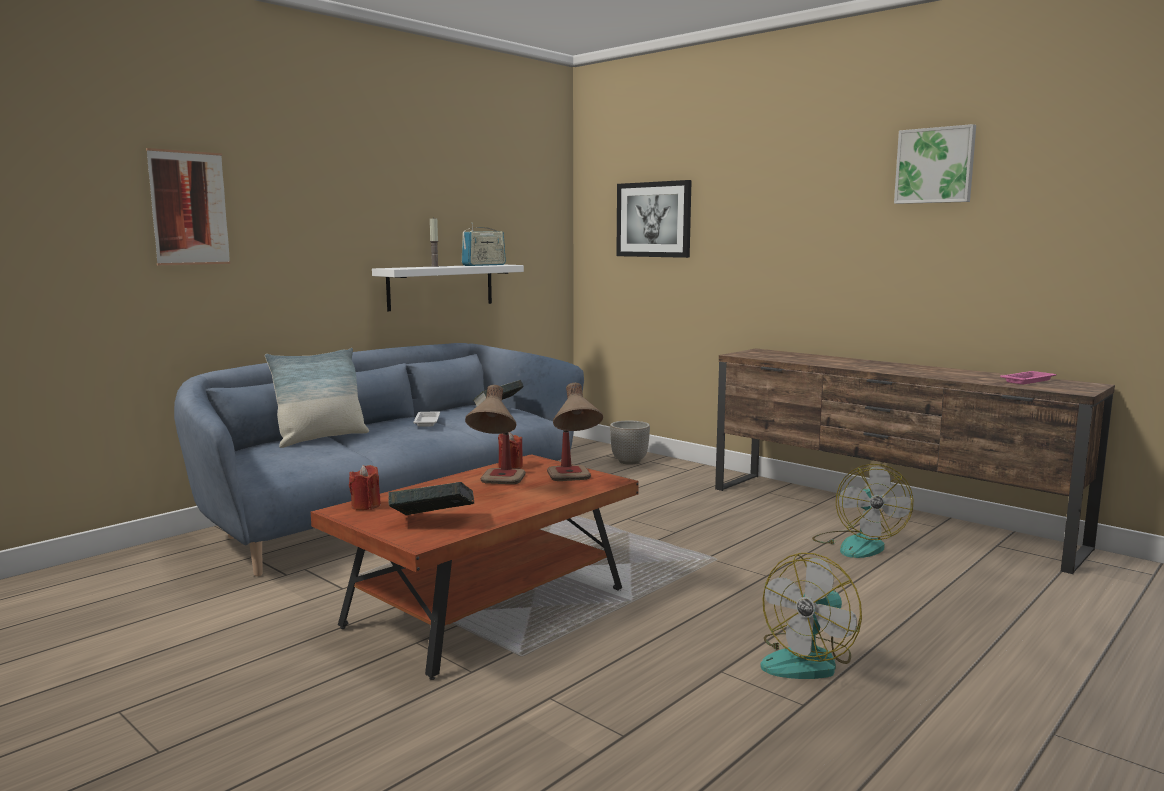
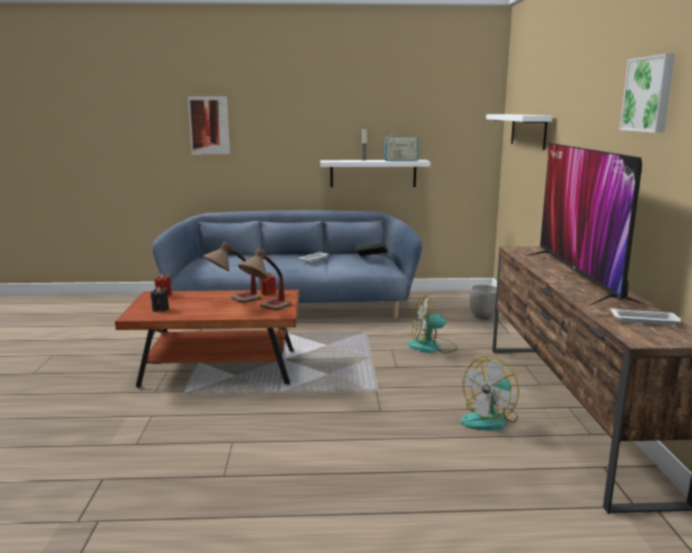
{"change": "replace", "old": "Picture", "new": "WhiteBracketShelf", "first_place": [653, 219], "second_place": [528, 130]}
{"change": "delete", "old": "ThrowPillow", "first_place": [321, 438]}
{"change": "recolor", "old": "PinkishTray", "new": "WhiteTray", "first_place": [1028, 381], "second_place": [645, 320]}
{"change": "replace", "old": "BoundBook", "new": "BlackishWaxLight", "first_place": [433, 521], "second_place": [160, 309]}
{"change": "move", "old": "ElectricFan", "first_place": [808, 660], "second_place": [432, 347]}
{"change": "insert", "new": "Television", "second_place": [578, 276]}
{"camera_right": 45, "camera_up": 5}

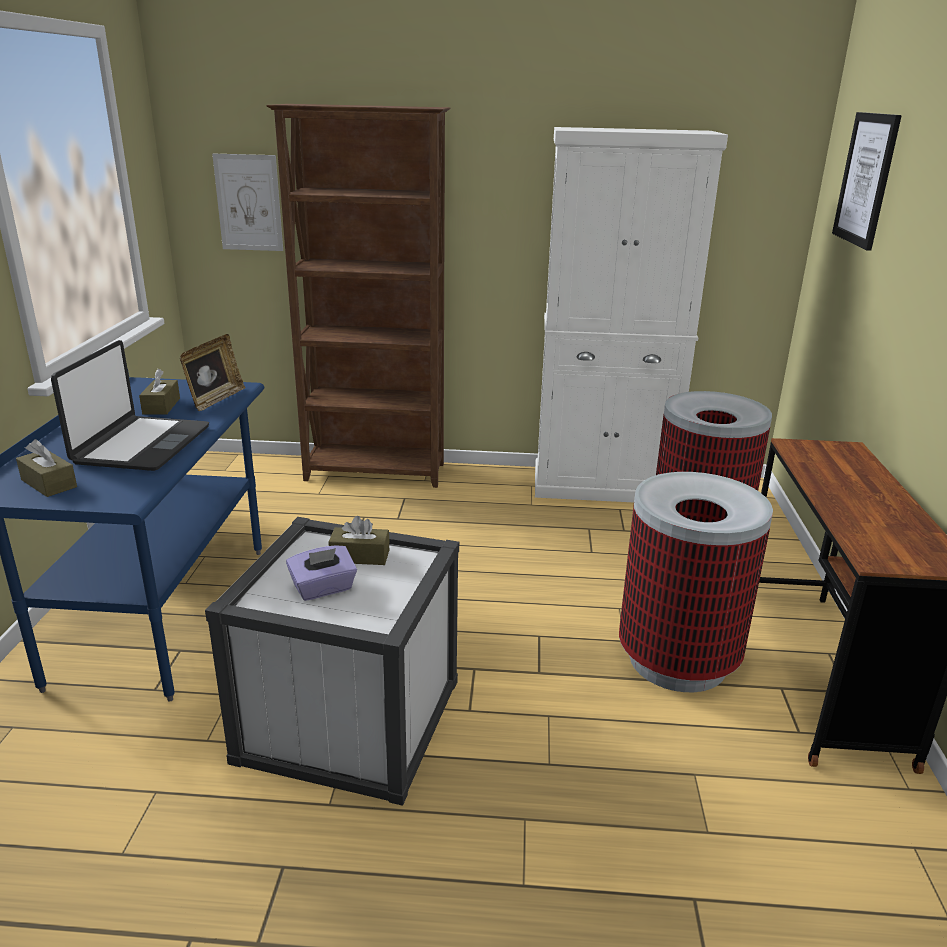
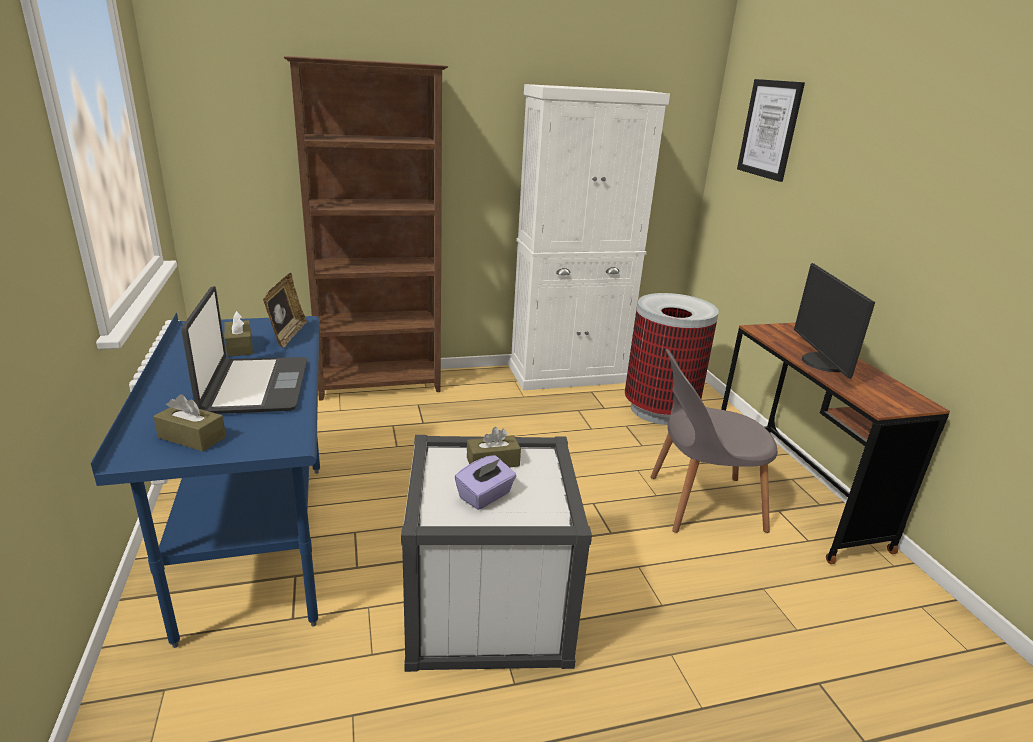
{"change": "delete", "old": "Picture", "first_place": [248, 203]}
{"change": "replace", "old": "WasteBin", "new": "GreyishPlainChair", "first_place": [677, 660], "second_place": [700, 503]}
{"change": "insert", "new": "Monitor", "second_place": [822, 363]}
{"camera_right": -20, "camera_up": 0}

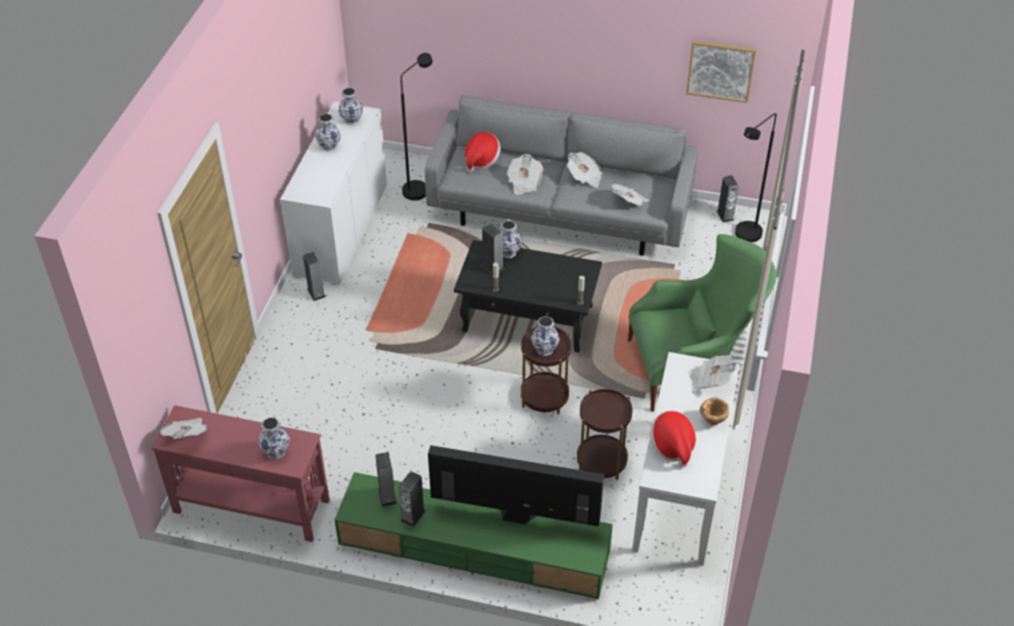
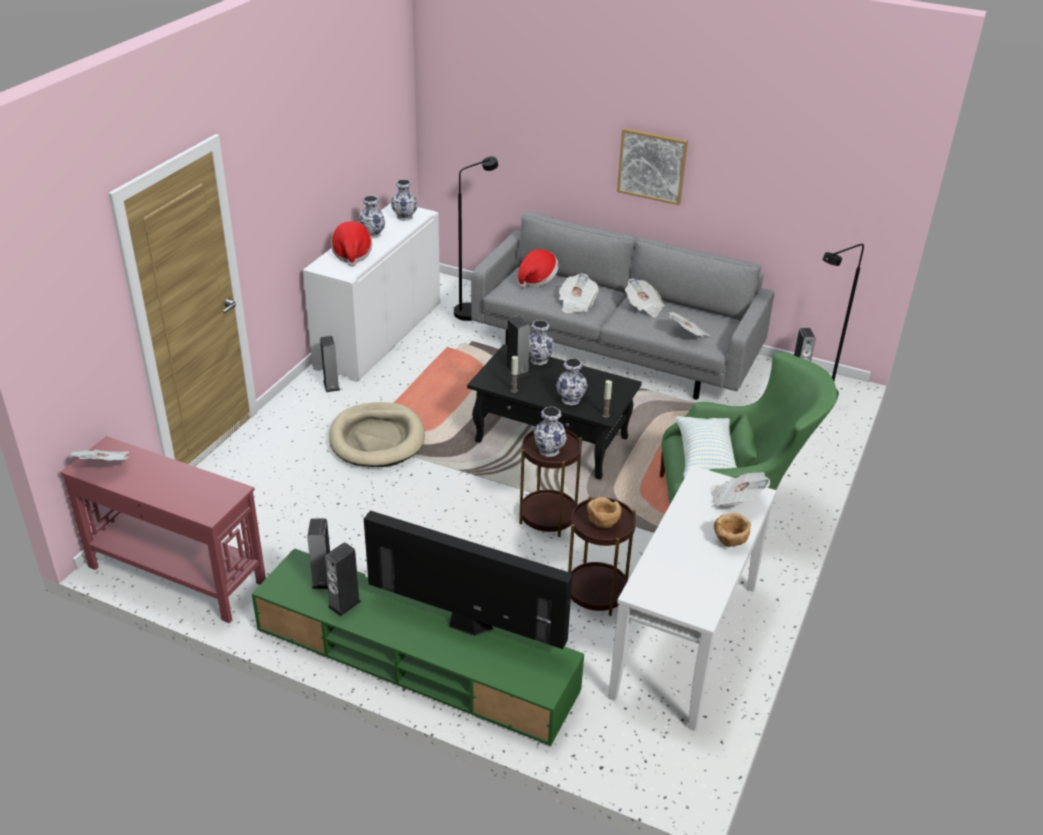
{"change": "move", "old": "Picture", "first_place": [720, 70], "second_place": [652, 166]}
{"change": "move", "old": "WearableHat", "first_place": [672, 446], "second_place": [352, 255]}
{"change": "move", "old": "DecorativeVase", "first_place": [276, 451], "second_place": [571, 399]}
{"change": "insert", "new": "BeigeDogBed", "second_place": [377, 439]}
{"change": "insert", "new": "ThrowPillow", "second_place": [705, 459]}
{"change": "insert", "new": "BrownDeepDish", "second_place": [602, 523]}
{"camera_right": 10, "camera_up": -10}

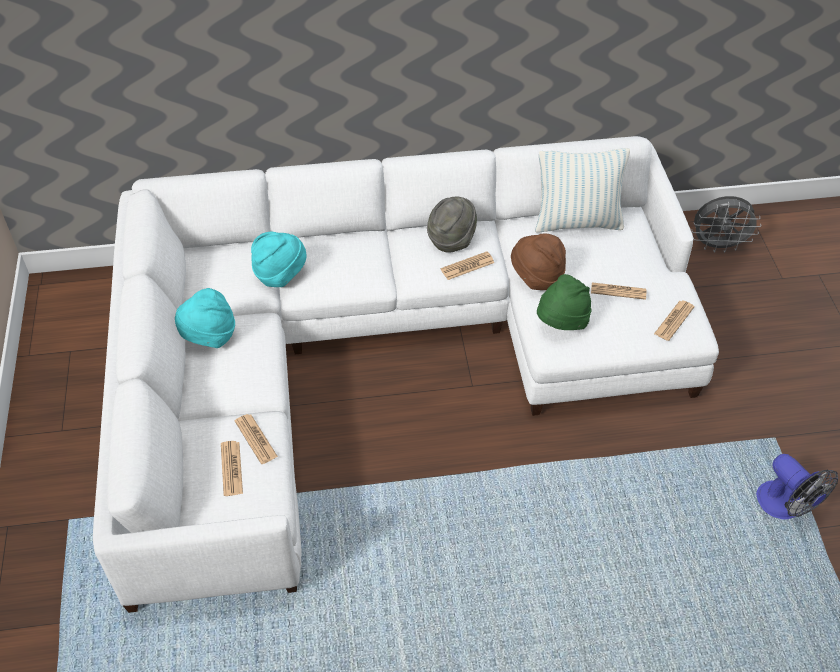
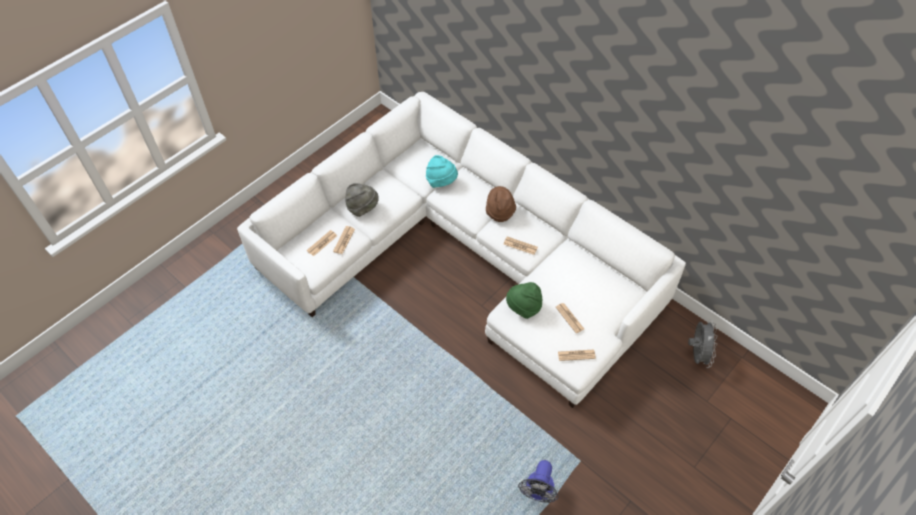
{"change": "delete", "old": "ThrowPillow", "first_place": [577, 222]}
{"change": "rotate", "old": "GreyishElectricFan", "first_place": [718, 246], "second_place": [697, 354], "degrees": -135}
{"change": "move", "old": "GreyishWearableHat", "first_place": [451, 239], "second_place": [362, 208]}
{"change": "move", "old": "BrownWearableHat", "first_place": [536, 277], "second_place": [499, 212]}
{"change": "delete", "old": "BlueGreenWearableHat", "first_place": [209, 336]}
{"camera_right": 50, "camera_up": 5}

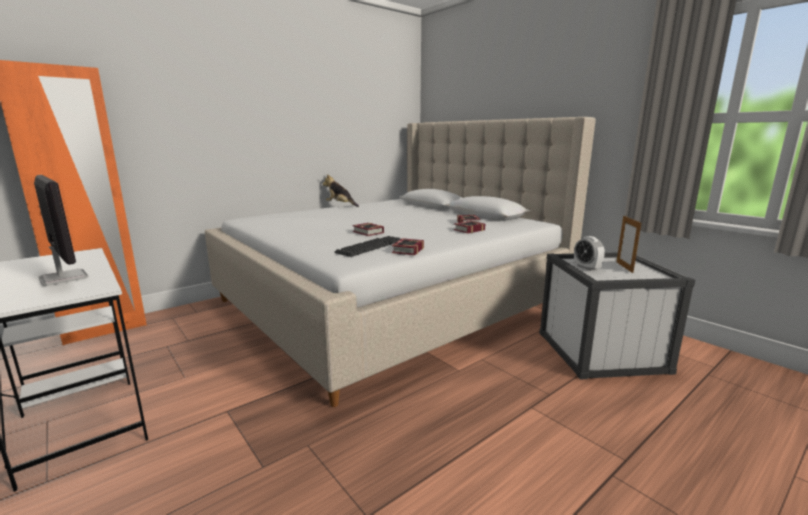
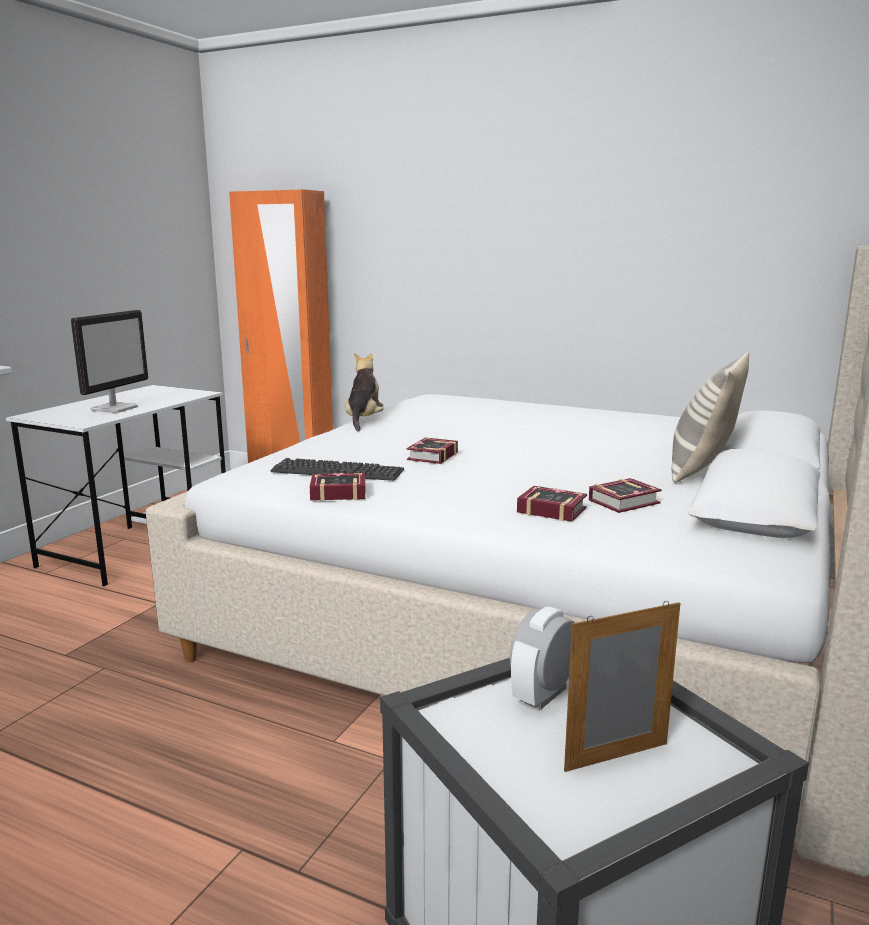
{"change": "move", "old": "CuddlyToy", "first_place": [340, 205], "second_place": [364, 420]}
{"change": "insert", "new": "ThrowPillow", "second_place": [702, 471]}
{"camera_right": 65, "camera_up": 0}

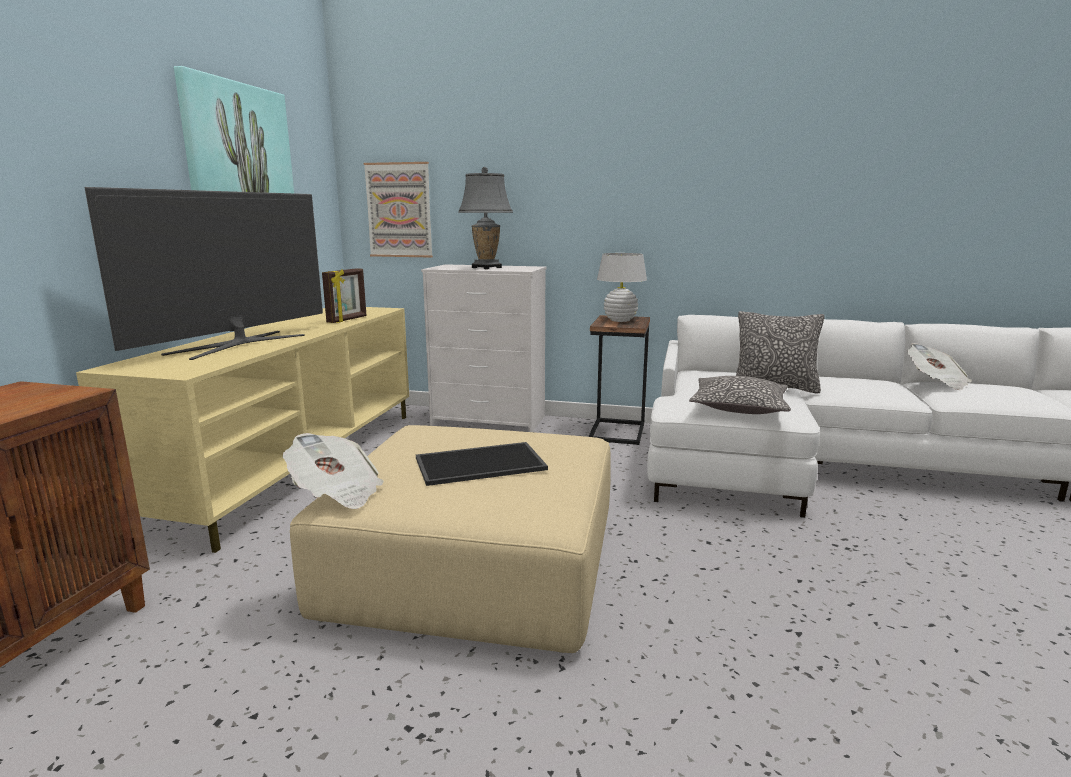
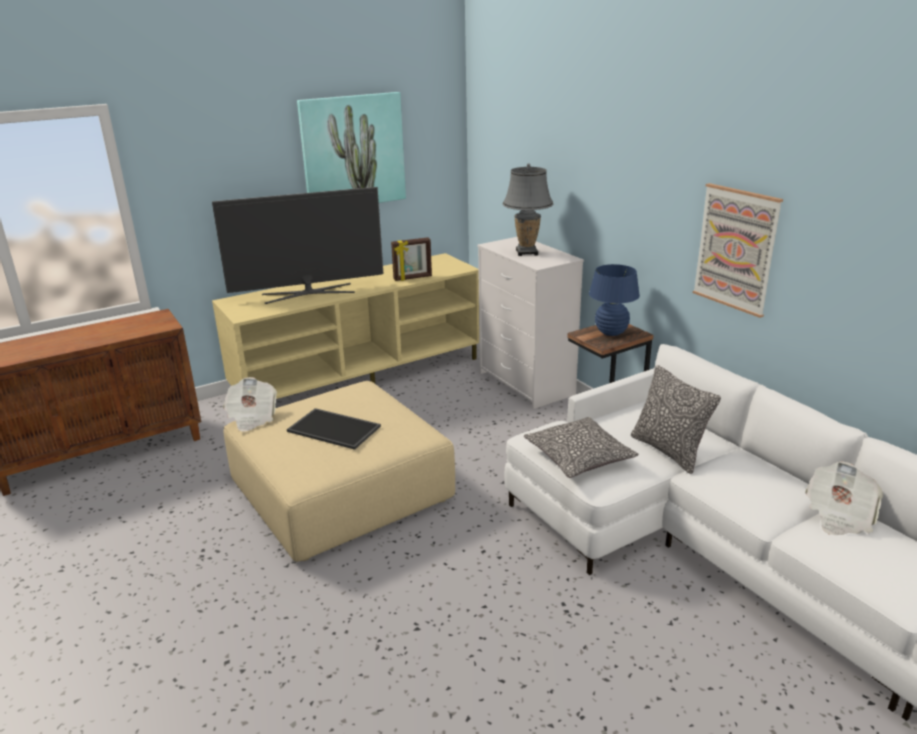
{"change": "move", "old": "Picture", "first_place": [399, 210], "second_place": [736, 249]}
{"change": "recolor", "old": "WhiteTableLamp", "new": "BlueColouredTableLamp", "first_place": [620, 320], "second_place": [611, 332]}
{"camera_right": 45, "camera_up": 10}

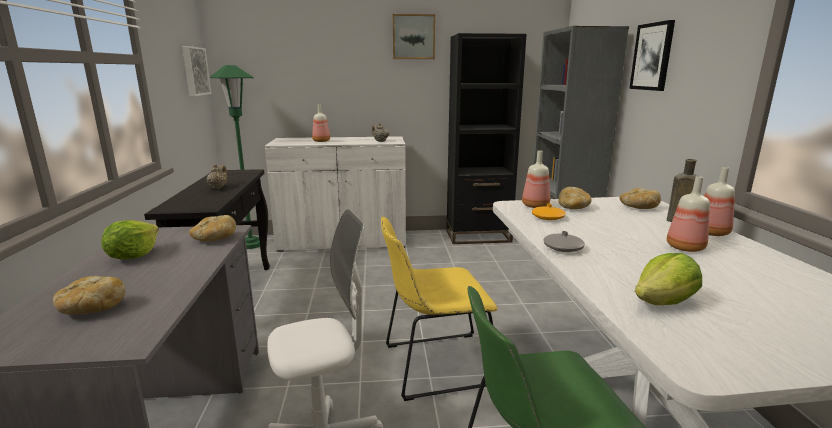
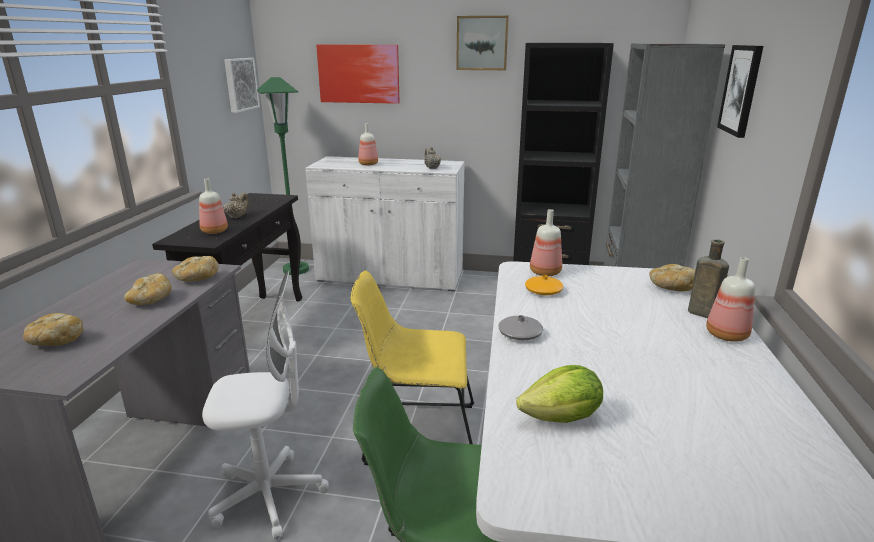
{"change": "move", "old": "Bottle", "first_place": [684, 248], "second_place": [213, 231]}
{"change": "move", "old": "Bread", "first_place": [573, 207], "second_place": [151, 301]}
{"change": "delete", "old": "LettuceHead", "first_place": [133, 256]}
{"change": "insert", "new": "Picture", "second_place": [359, 74]}
{"camera_right": 15, "camera_up": 5}

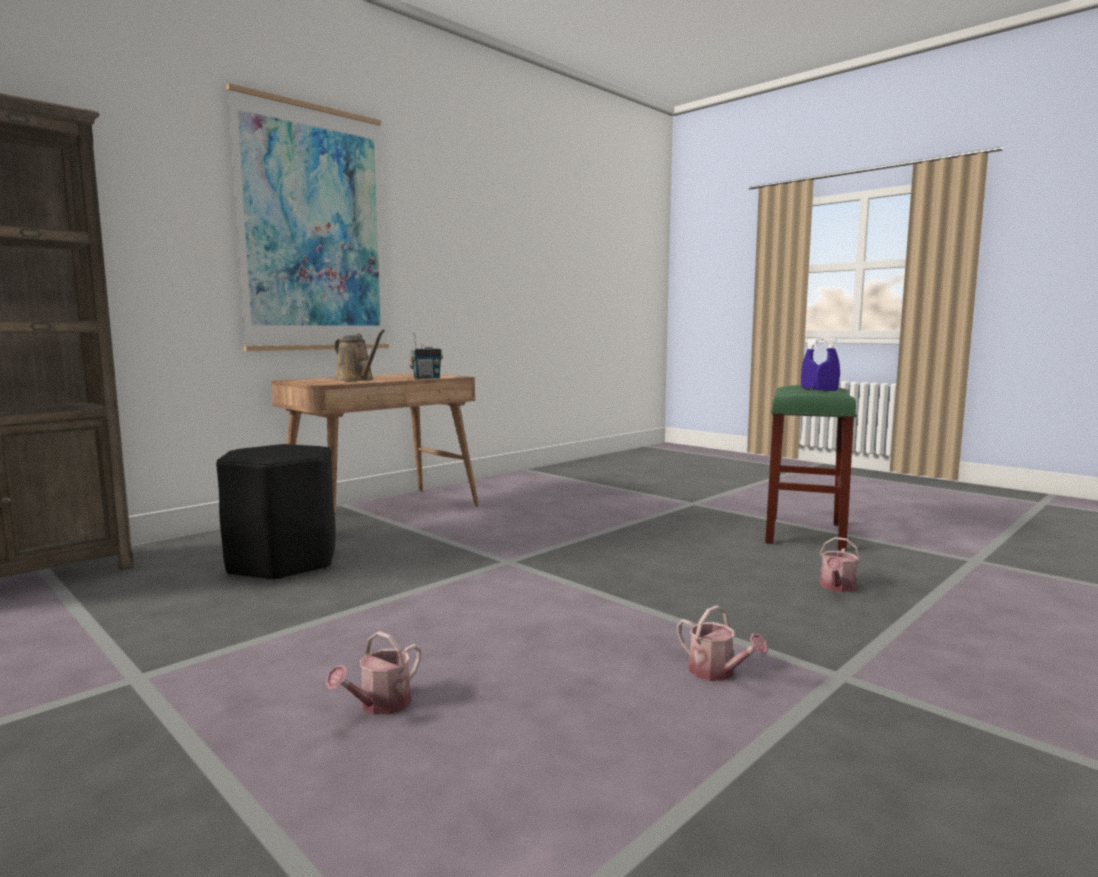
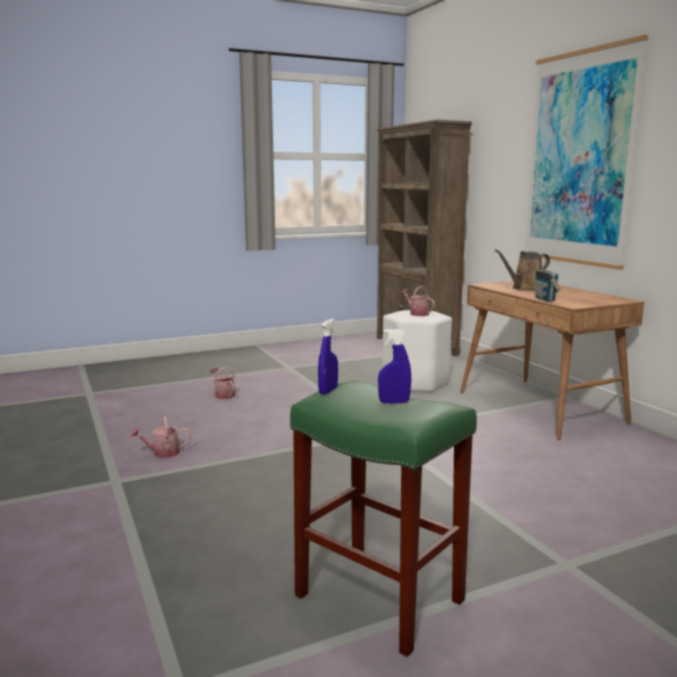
{"change": "recolor", "old": "BlackishSittingStool", "new": "WhiteSittingStool", "first_place": [282, 563], "second_place": [415, 382]}
{"change": "move", "old": "WateringPot", "first_place": [837, 587], "second_place": [417, 313]}
{"camera_right": 110, "camera_up": 5}

